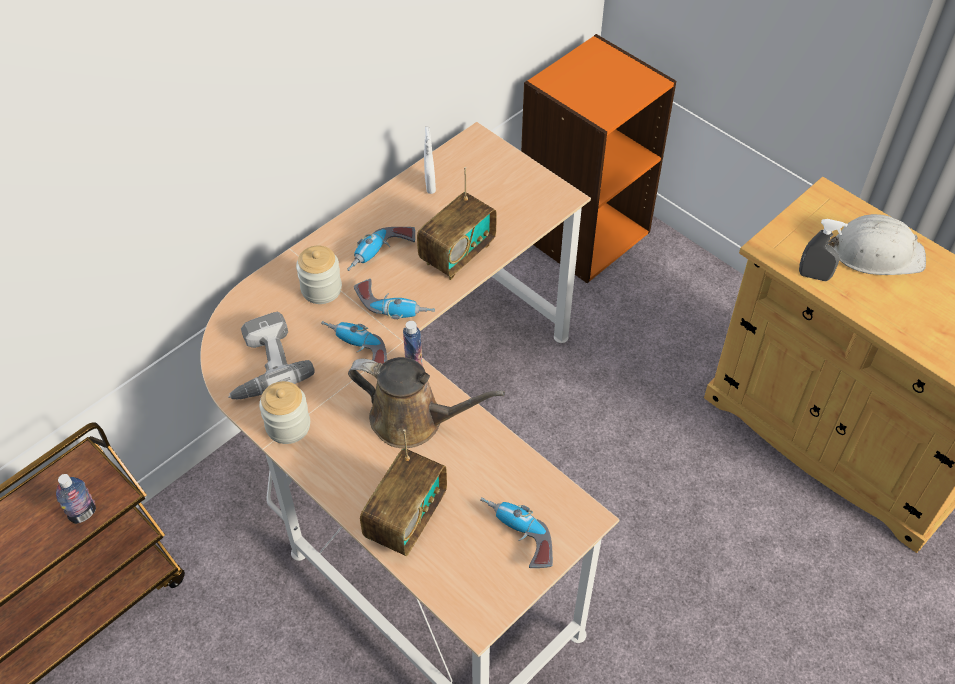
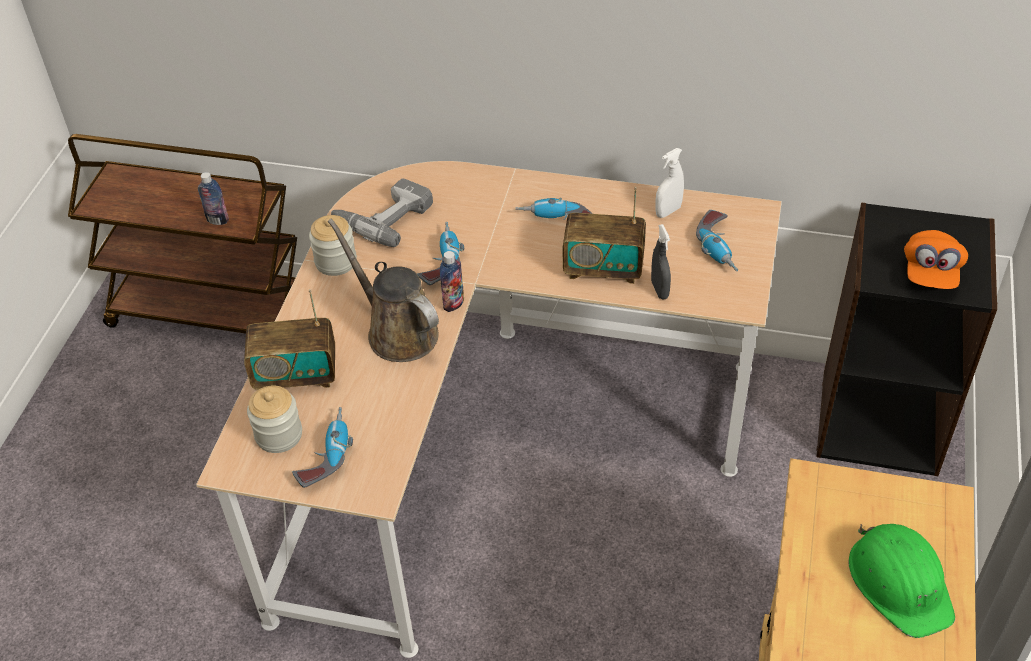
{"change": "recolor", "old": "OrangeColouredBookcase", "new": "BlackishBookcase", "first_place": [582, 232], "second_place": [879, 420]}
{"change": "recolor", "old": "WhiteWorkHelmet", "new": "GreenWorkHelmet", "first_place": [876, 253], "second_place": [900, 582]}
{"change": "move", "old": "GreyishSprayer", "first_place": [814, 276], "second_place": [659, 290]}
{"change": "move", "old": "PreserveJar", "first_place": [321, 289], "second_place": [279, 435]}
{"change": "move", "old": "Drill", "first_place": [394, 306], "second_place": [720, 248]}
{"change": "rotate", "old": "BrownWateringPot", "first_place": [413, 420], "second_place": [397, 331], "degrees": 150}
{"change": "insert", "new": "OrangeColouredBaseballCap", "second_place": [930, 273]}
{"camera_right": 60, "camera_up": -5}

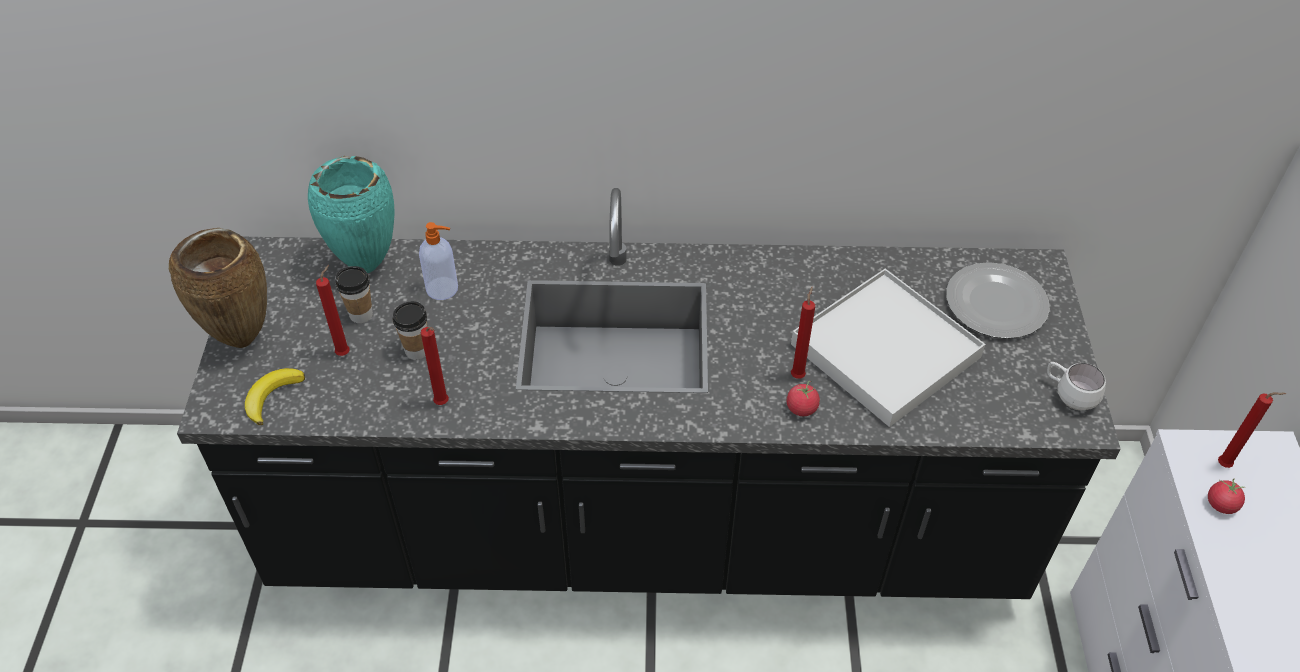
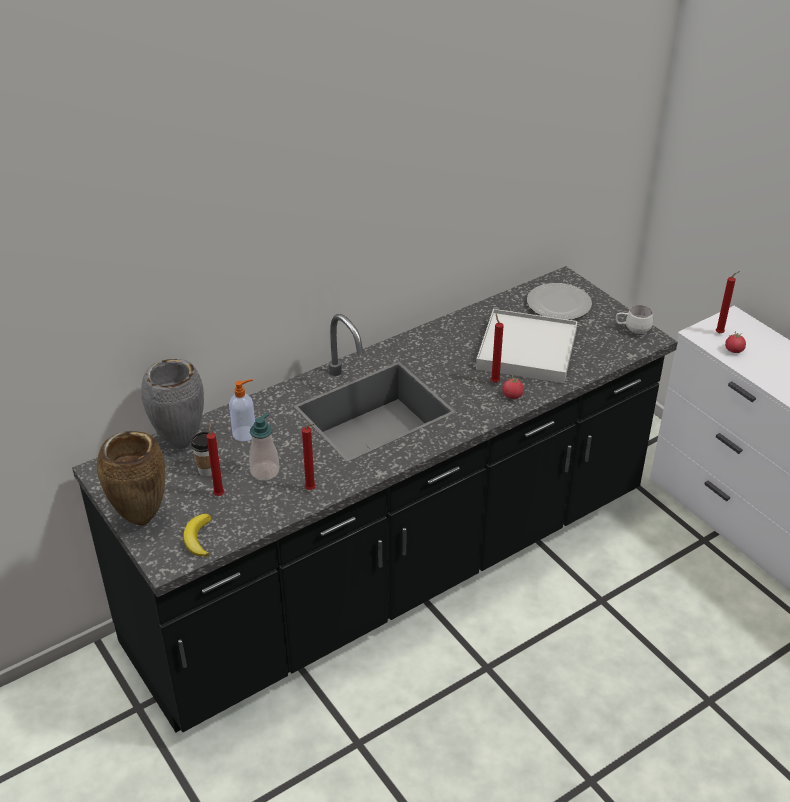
{"change": "recolor", "old": "BlueGreenDecorativeVase", "new": "GreyishDecorativeVase", "first_place": [367, 264], "second_place": [180, 443]}
{"change": "replace", "old": "Cup", "new": "SoapDispenser", "first_place": [417, 351], "second_place": [265, 471]}
{"camera_right": -35, "camera_up": -10}

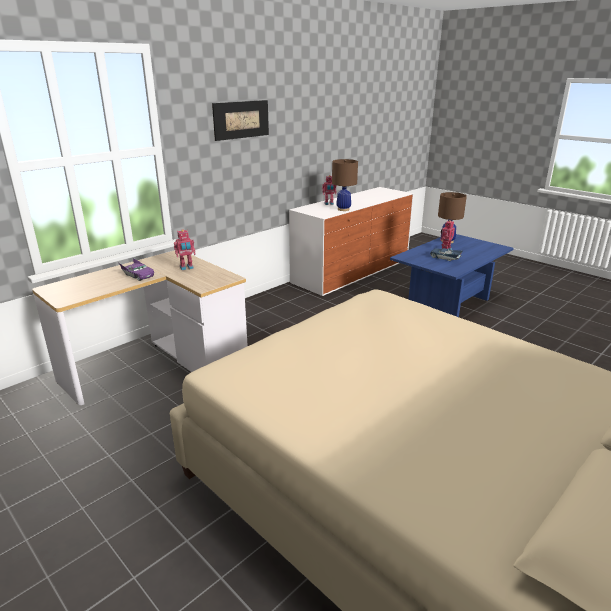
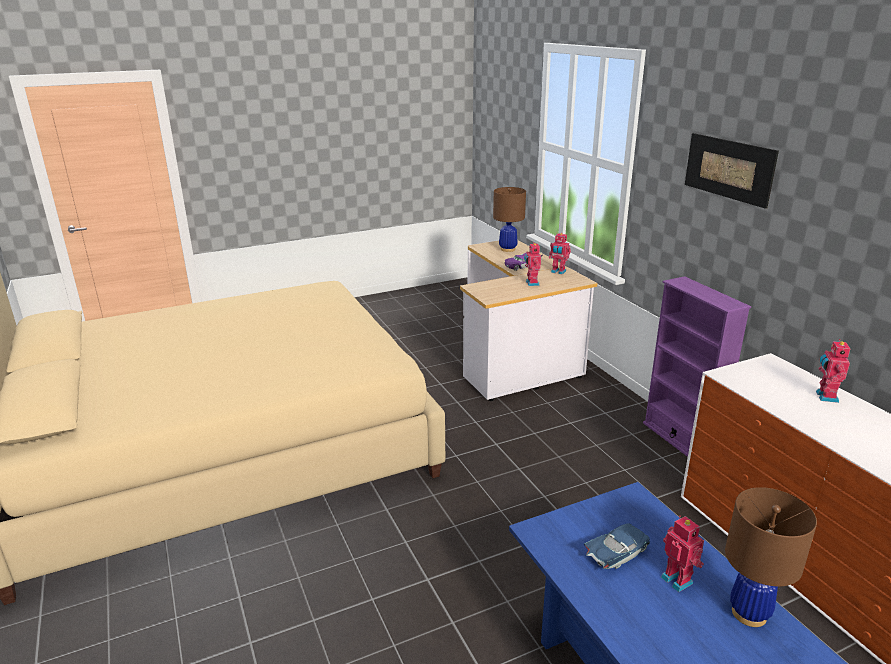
{"change": "move", "old": "BrownTableLamp", "first_place": [343, 209], "second_place": [507, 249]}
{"change": "insert", "new": "ToyRobot", "second_place": [558, 272]}
{"change": "insert", "new": "PurpleBookcase", "second_place": [680, 440]}
{"camera_right": 110, "camera_up": 0}

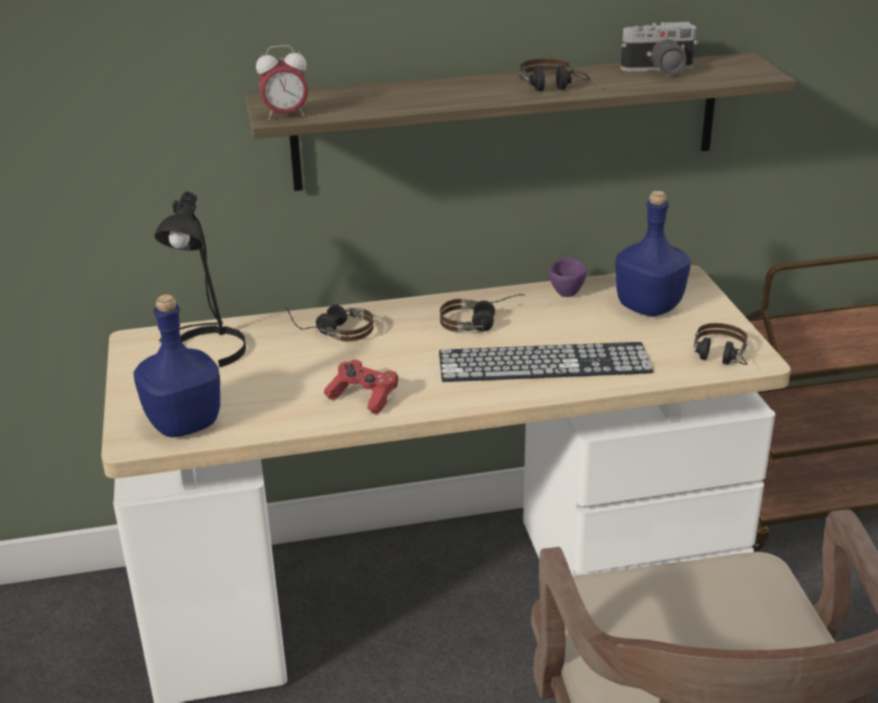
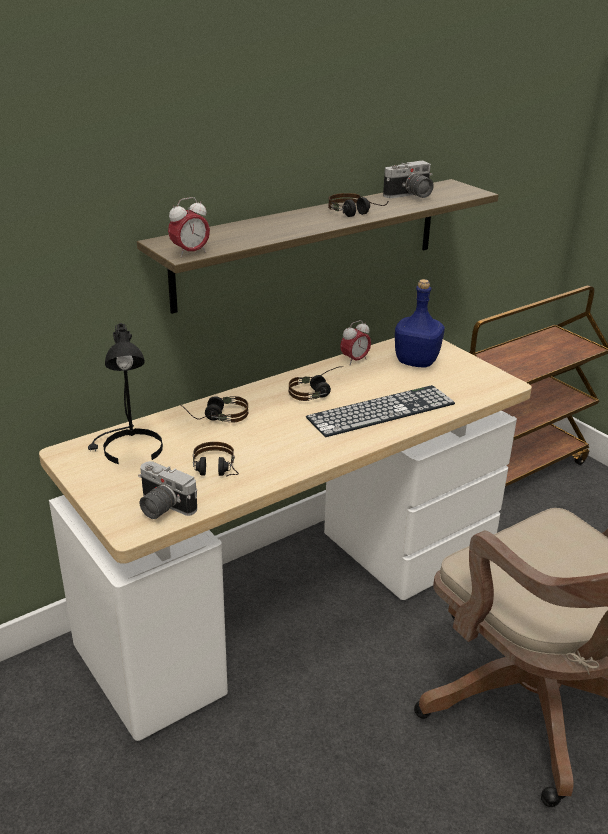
{"change": "replace", "old": "PurpleCup", "new": "TableClock", "first_place": [564, 291], "second_place": [355, 360]}
{"change": "replace", "old": "BlueColouredBottle", "new": "PhotoCamera", "first_place": [185, 424], "second_place": [161, 508]}
{"change": "move", "old": "Headset", "first_place": [719, 360], "second_place": [215, 473]}
{"change": "delete", "old": "RedJoypad", "first_place": [363, 397]}
{"camera_right": -25, "camera_up": 0}

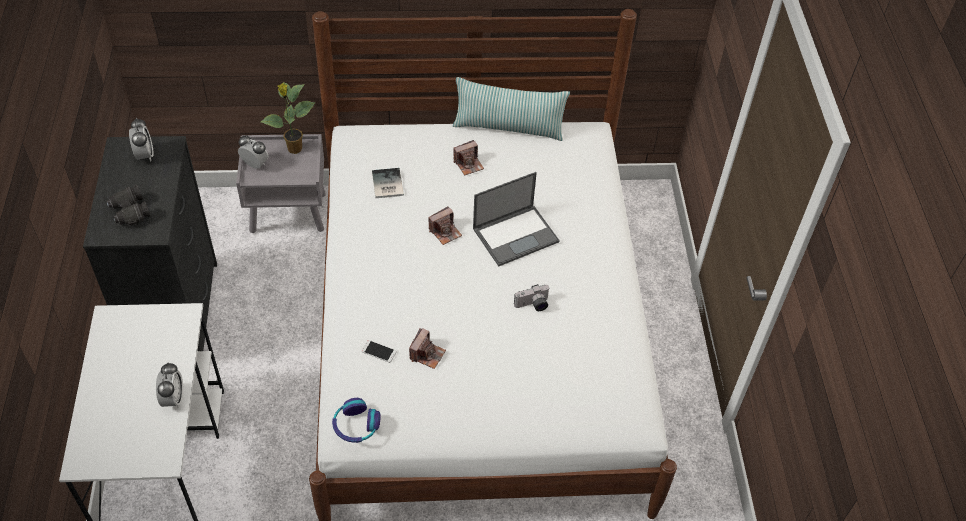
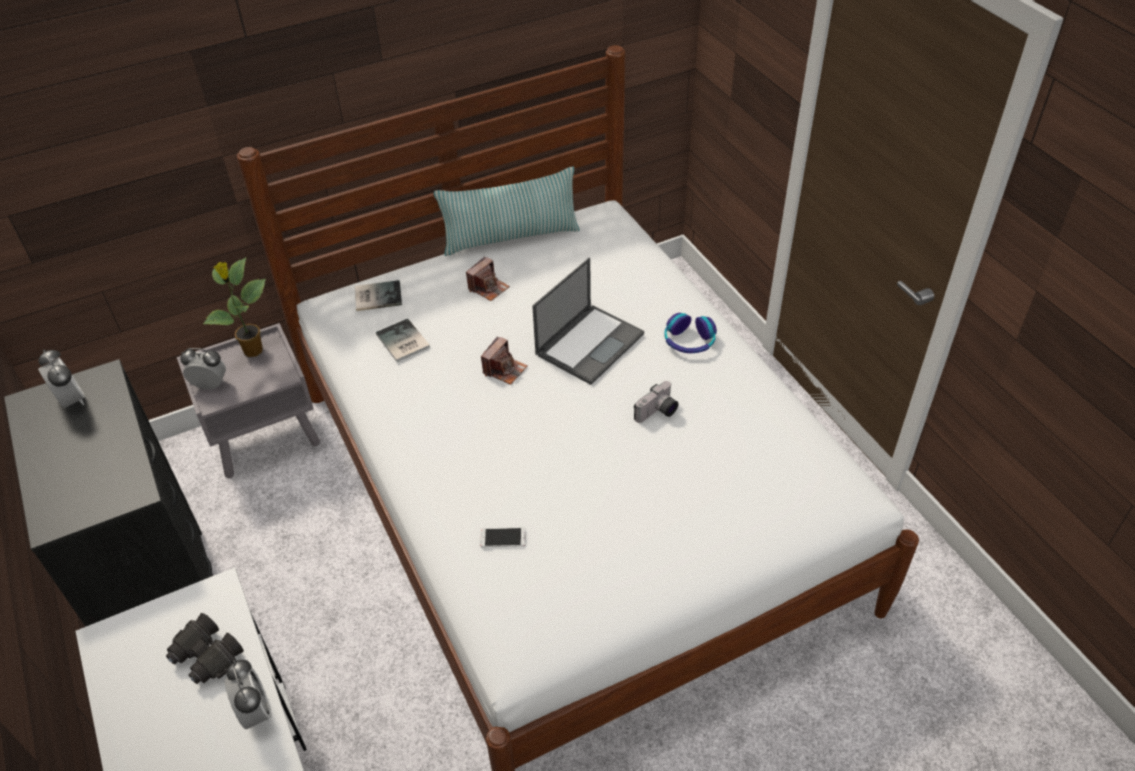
{"change": "move", "old": "BlackishPairOfBinoculars", "first_place": [129, 212], "second_place": [206, 657]}
{"change": "delete", "old": "PhotoCamera", "first_place": [427, 354]}
{"change": "move", "old": "Headset", "first_place": [356, 425], "second_place": [689, 341]}
{"change": "insert", "new": "BoundBook", "second_place": [377, 296]}
{"camera_right": -20, "camera_up": -5}

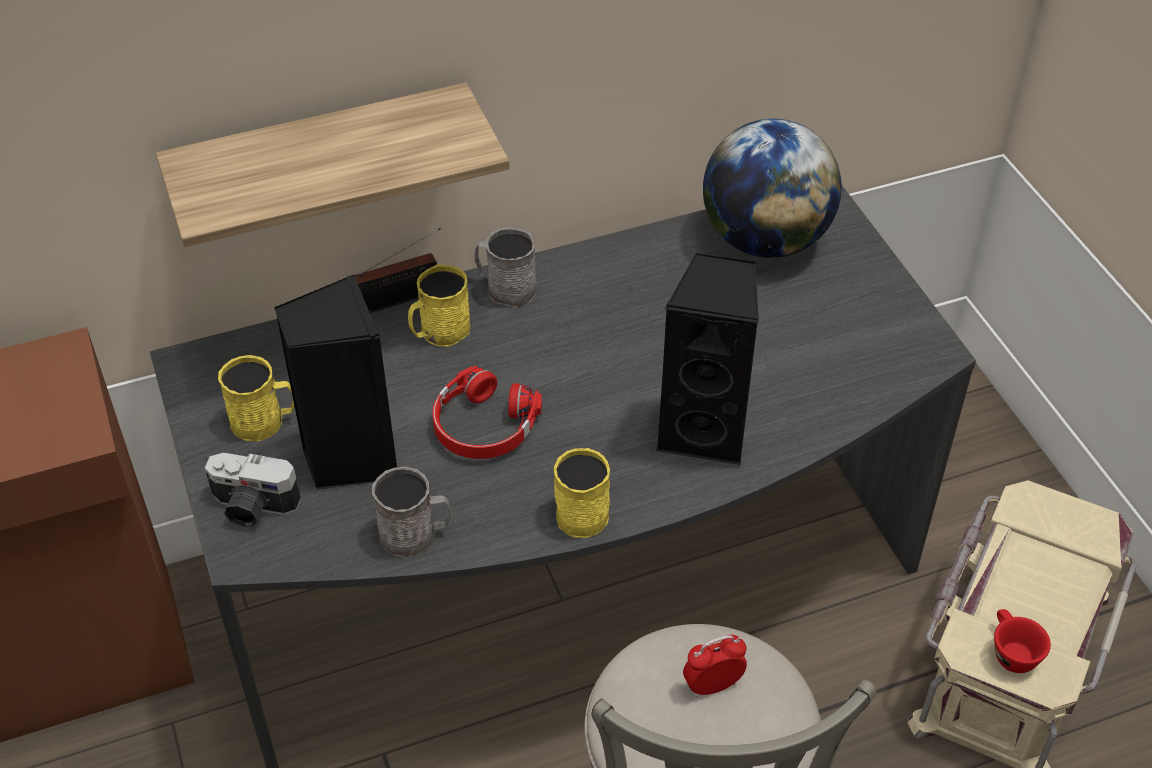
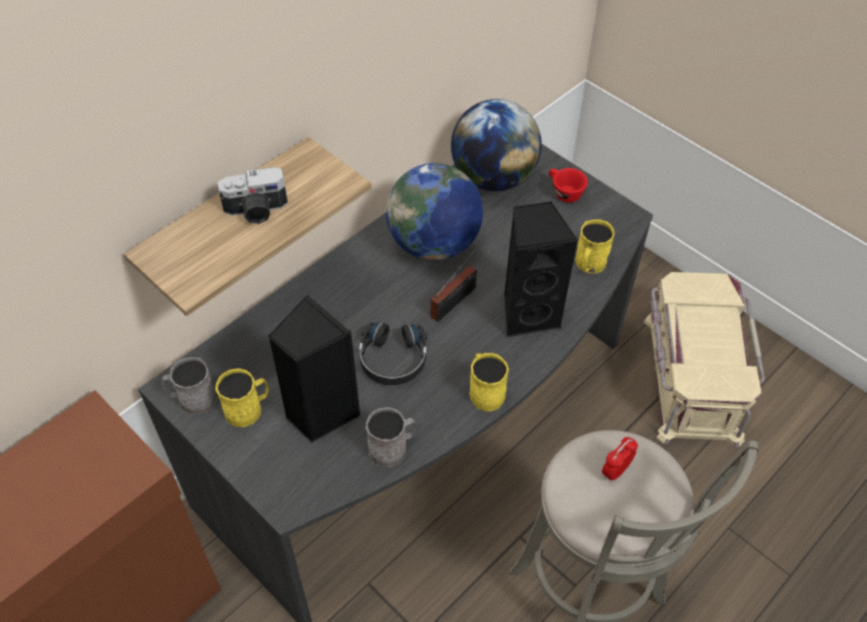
{"change": "move", "old": "RadioSet", "first_place": [403, 298], "second_place": [456, 301]}
{"change": "move", "old": "GreyishMug", "first_place": [505, 288], "second_place": [192, 399]}
{"change": "move", "old": "YellowishMug", "first_place": [439, 332], "second_place": [589, 264]}
{"change": "recolor", "old": "RedHeadset", "new": "BlackishHeadset", "first_place": [483, 426], "second_place": [393, 360]}
{"change": "move", "old": "PhotoCamera", "first_place": [252, 507], "second_place": [256, 211]}
{"change": "move", "old": "RedCup", "first_place": [1010, 652], "second_place": [563, 192]}
{"change": "insert", "new": "Globe", "second_place": [434, 244]}
{"camera_right": -25, "camera_up": 5}

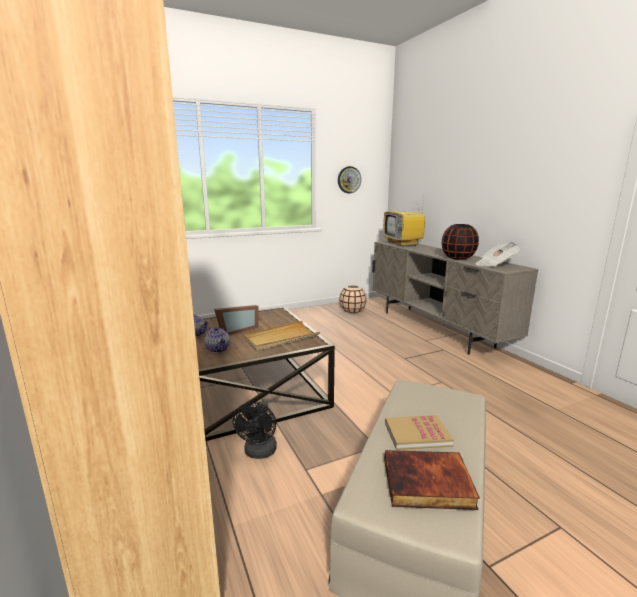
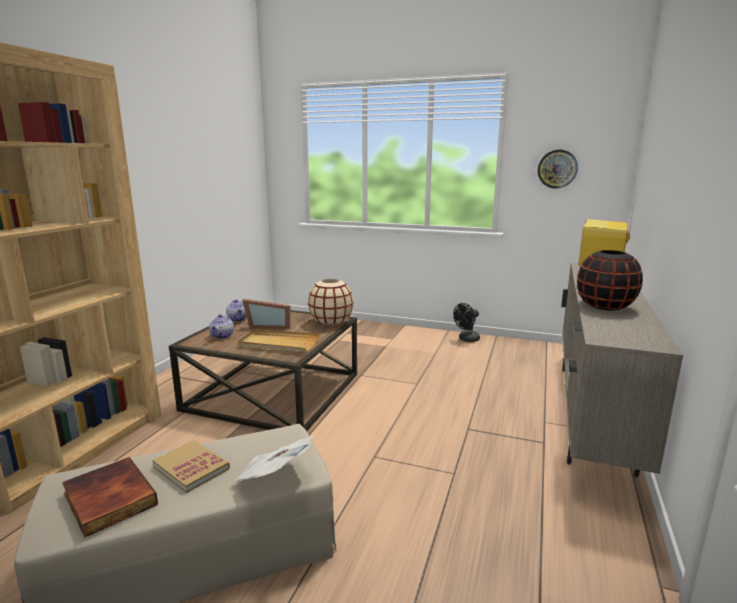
{"change": "move", "old": "PrintedPaper", "first_place": [495, 265], "second_place": [274, 477]}
{"change": "move", "old": "BeigeDecorativeVase", "first_place": [352, 311], "second_place": [331, 322]}
{"change": "move", "old": "BlackishElectricFan", "first_place": [259, 453], "second_place": [466, 339]}
{"camera_right": 45, "camera_up": 0}

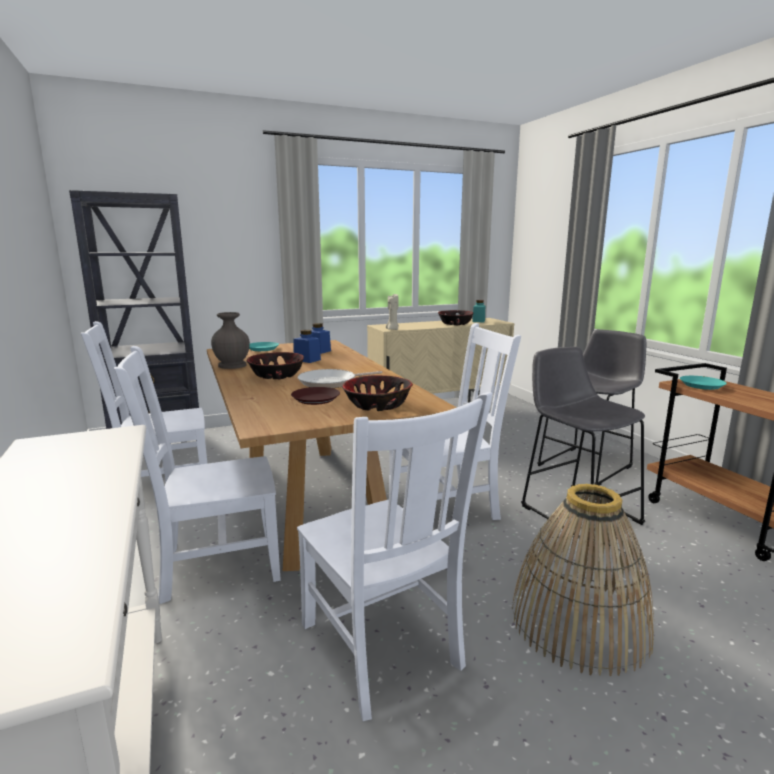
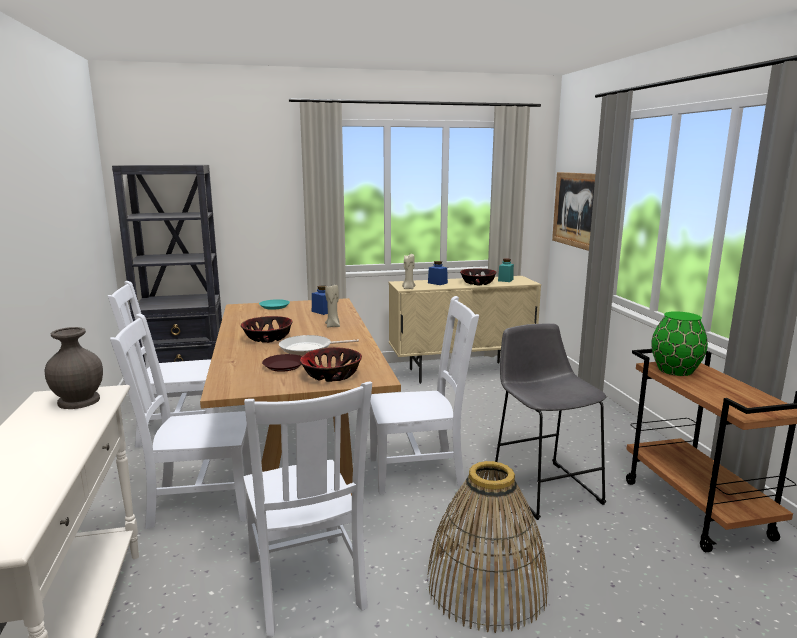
{"change": "move", "old": "GreyishDecorativeVase", "first_place": [232, 365], "second_place": [79, 401]}
{"change": "delete", "old": "GreyishSittingStool", "first_place": [588, 465]}
{"change": "move", "old": "BlueColouredPreserveJar", "first_place": [307, 360], "second_place": [437, 283]}
{"change": "replace", "old": "BlueGreenFlatDish", "new": "GreenDecorativeVase", "first_place": [702, 385], "second_place": [676, 370]}
{"change": "insert", "new": "Picture", "second_place": [576, 210]}
{"change": "insert", "new": "BeigeWaxLight", "second_place": [333, 326]}
{"camera_right": 10, "camera_up": 0}

